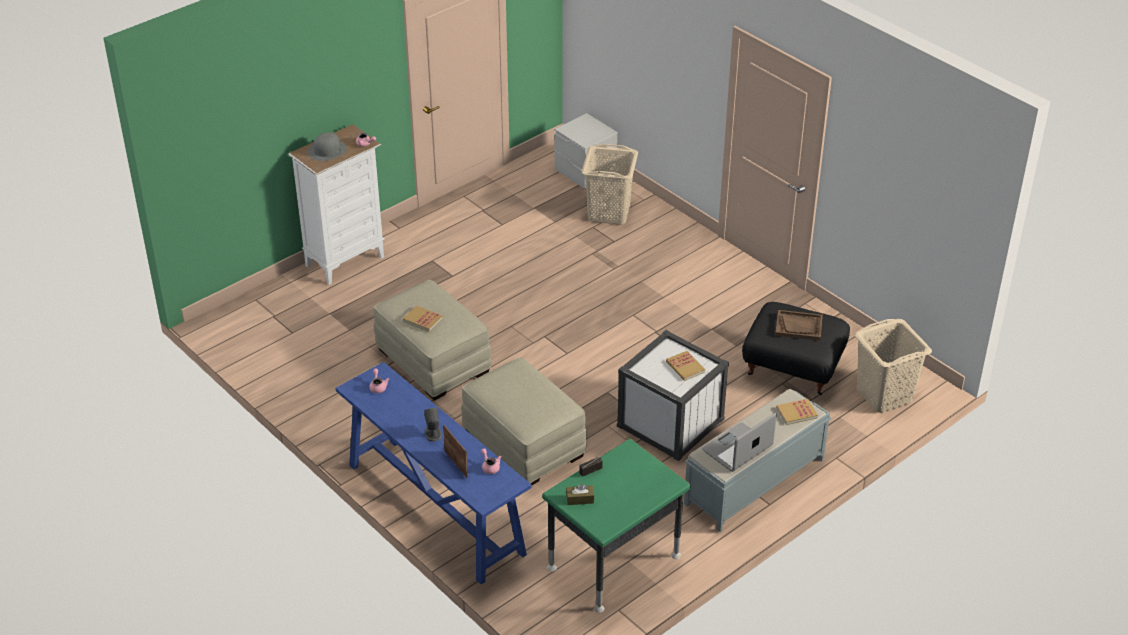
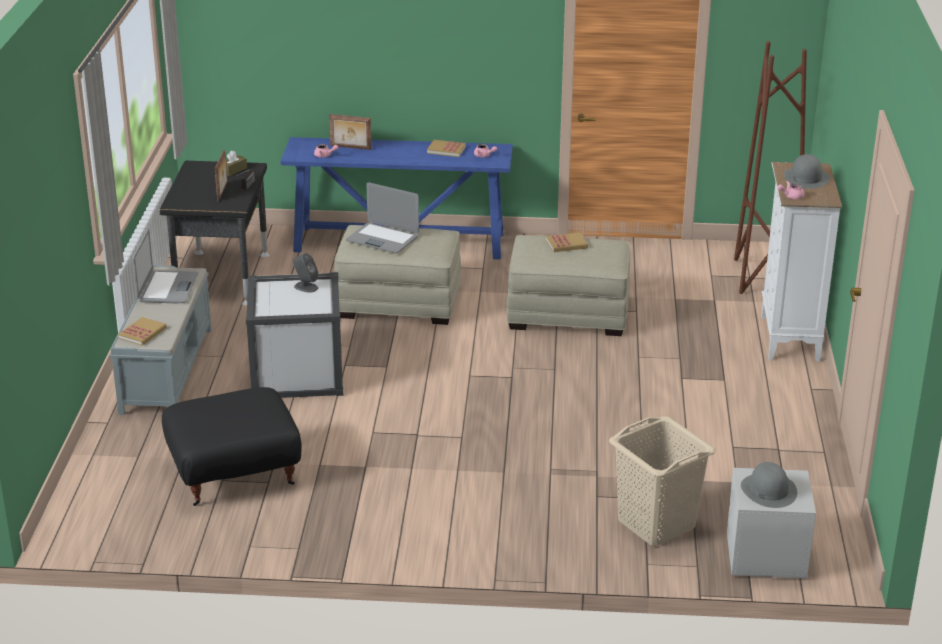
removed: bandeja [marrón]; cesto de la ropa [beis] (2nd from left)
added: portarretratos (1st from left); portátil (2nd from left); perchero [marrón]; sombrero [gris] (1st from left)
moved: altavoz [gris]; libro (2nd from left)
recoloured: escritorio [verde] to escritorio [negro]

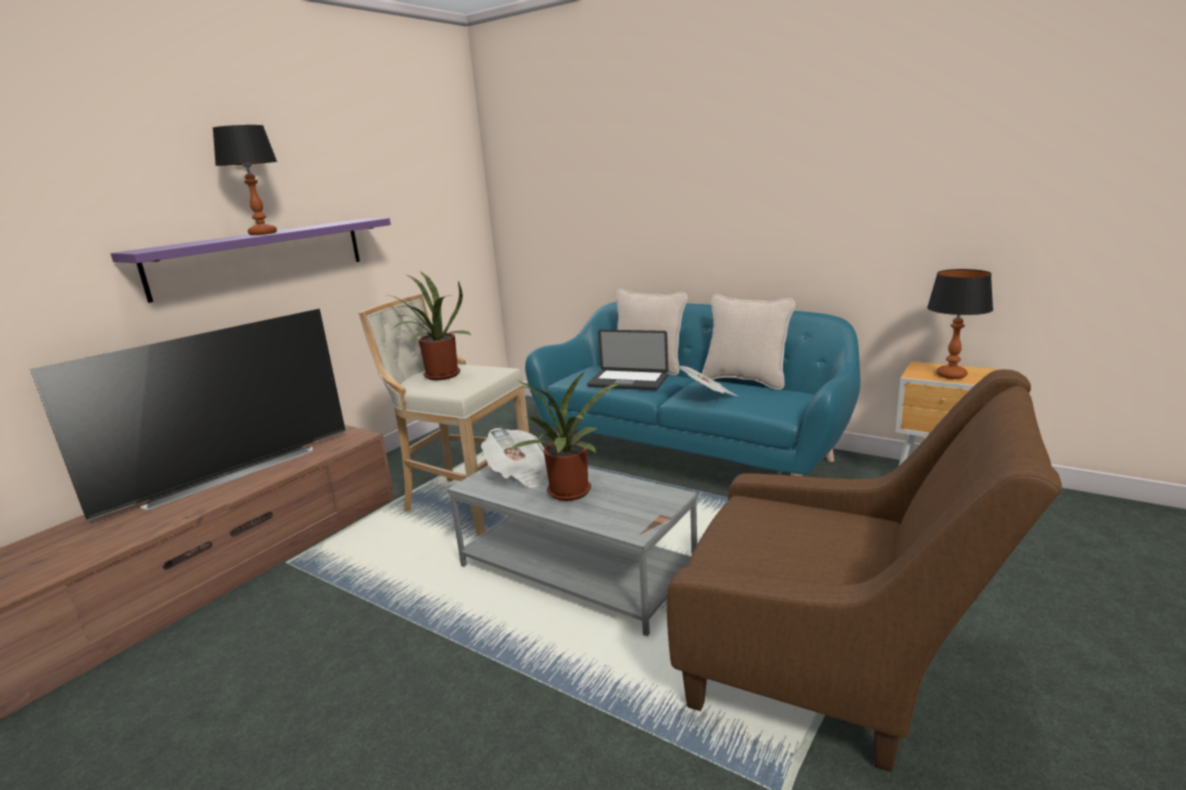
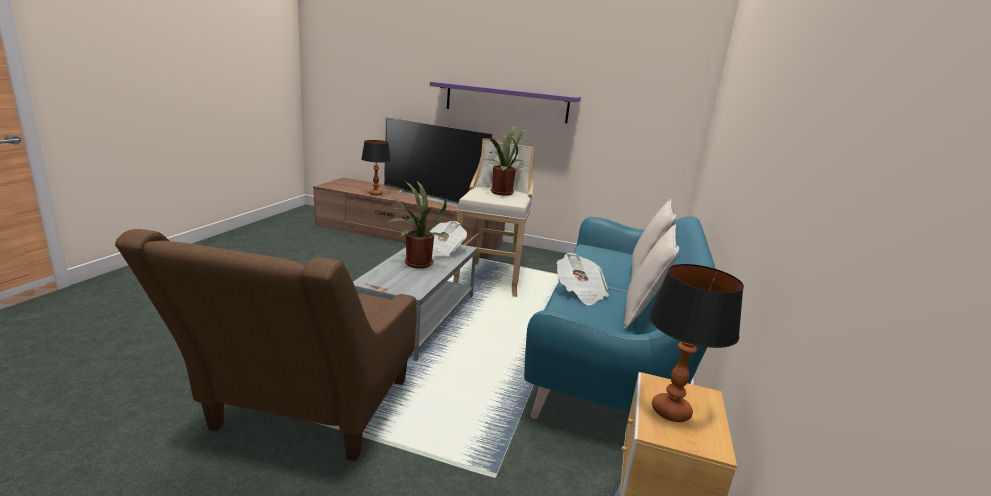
removed: portátil
moved: lámpara de mesa (1st from left)

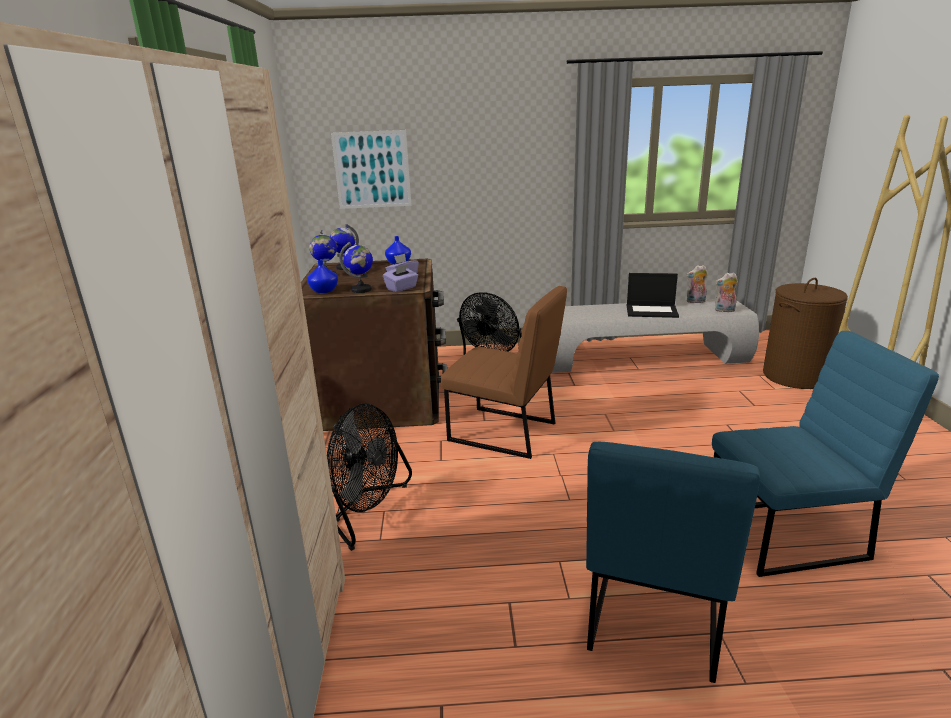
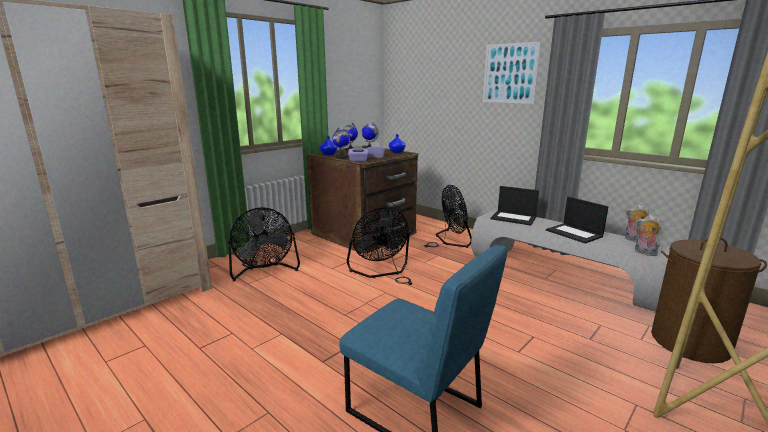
removed: silla [azul] (1st from left)
added: portátil (1st from left)
moved: cuadro
replaced: silla [marrón] to ventilador [negro] (2nd from left)

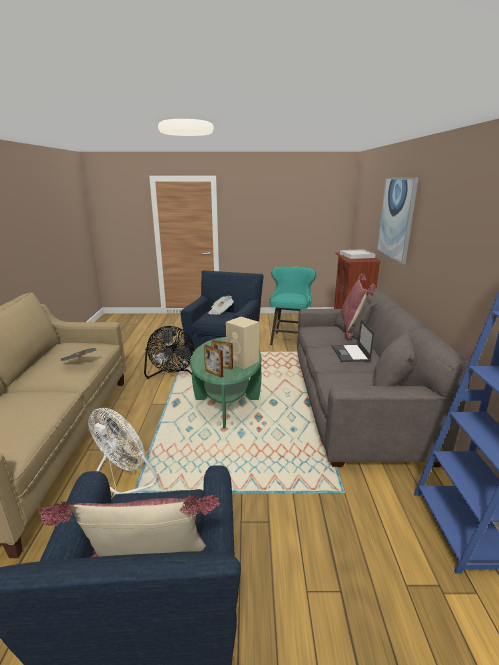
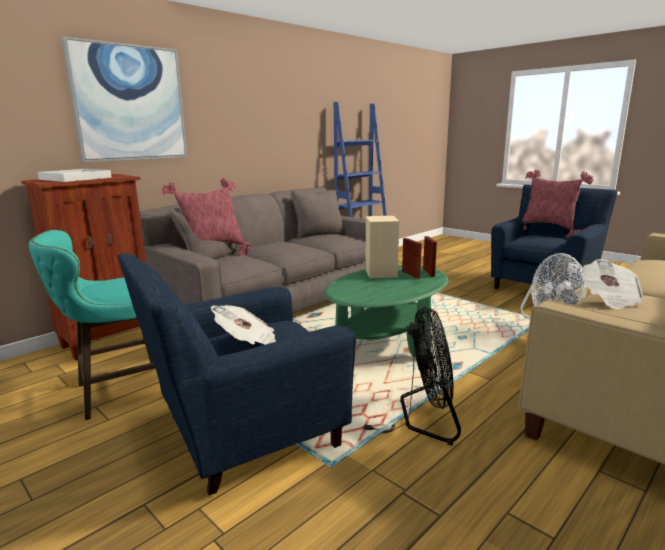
removed: portátil
turned: ventilador [negro] 45 degrees clockwise

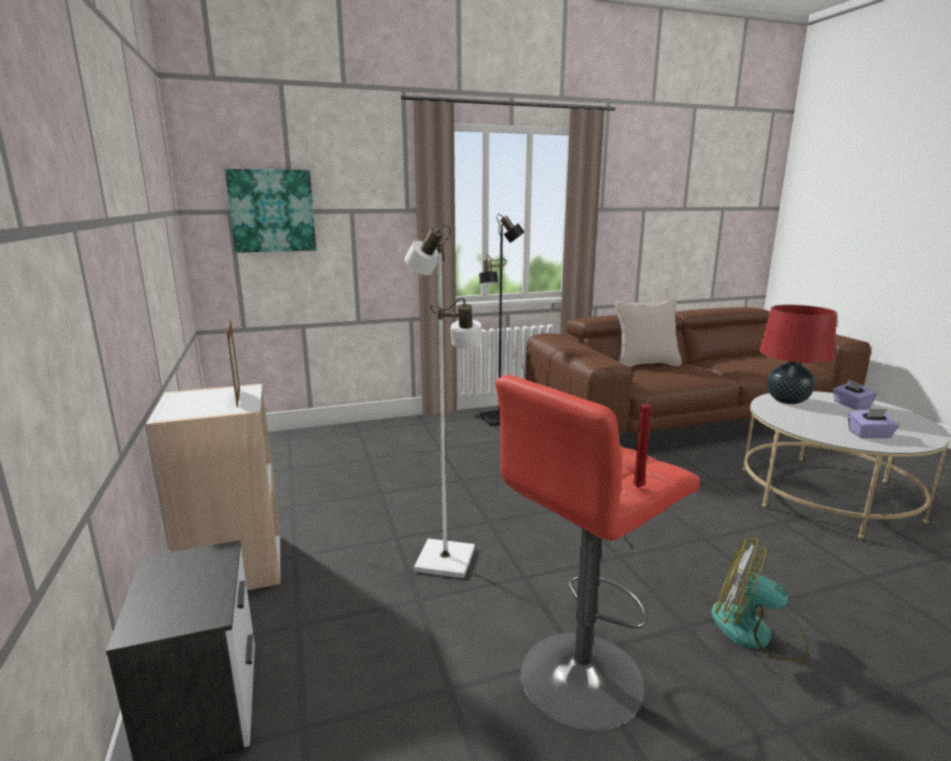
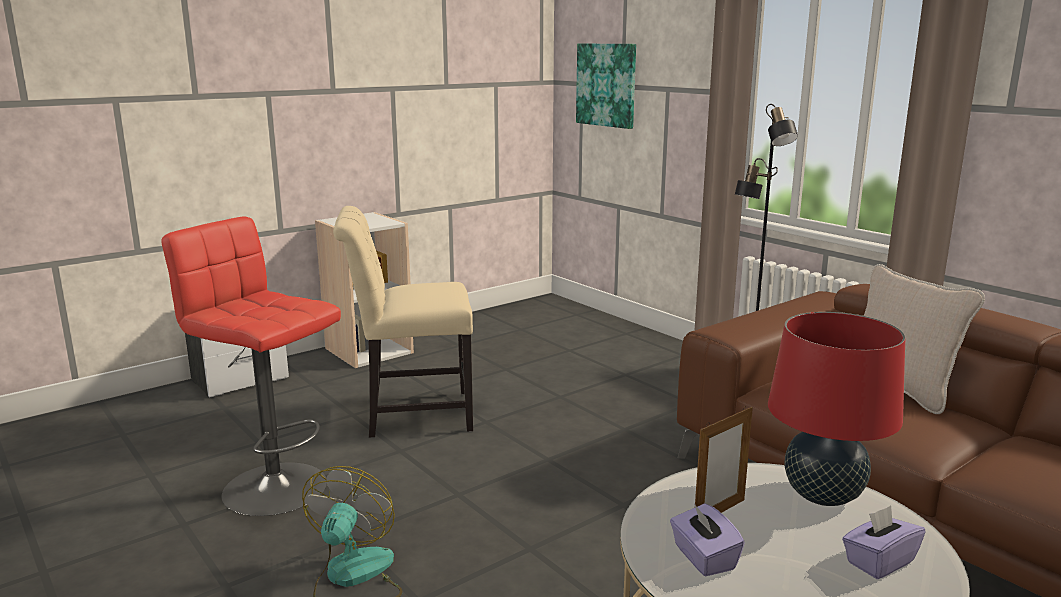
removed: vela [rojo]
moved: portarretratos
replaced: lámpara de pie [blanco] to silla [beis]

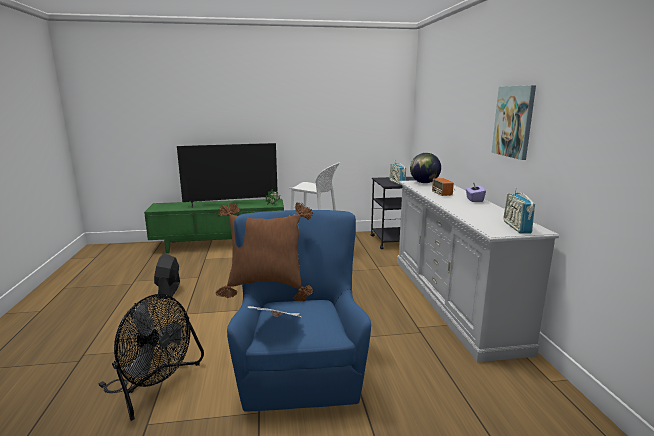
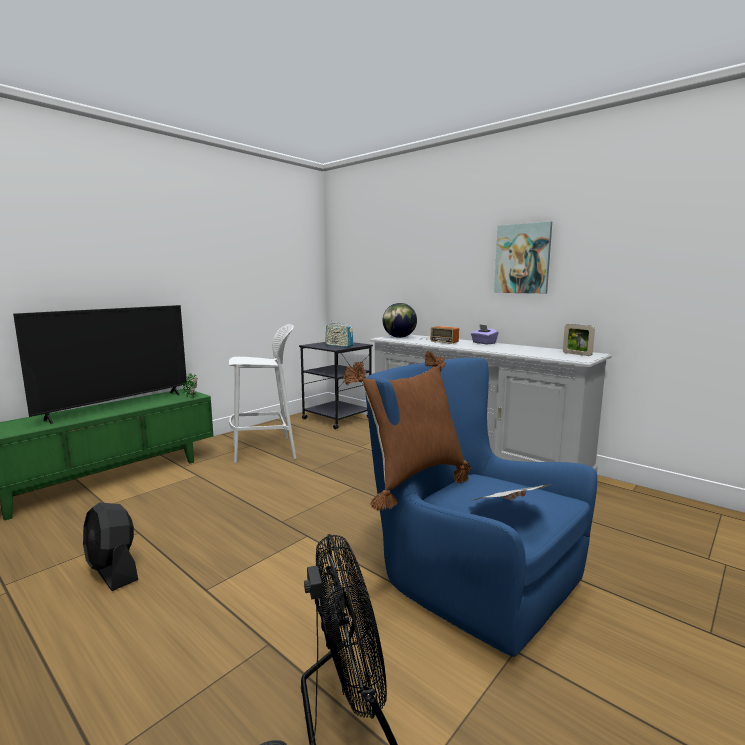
replaced: radio (3rd from left) to portarretratos

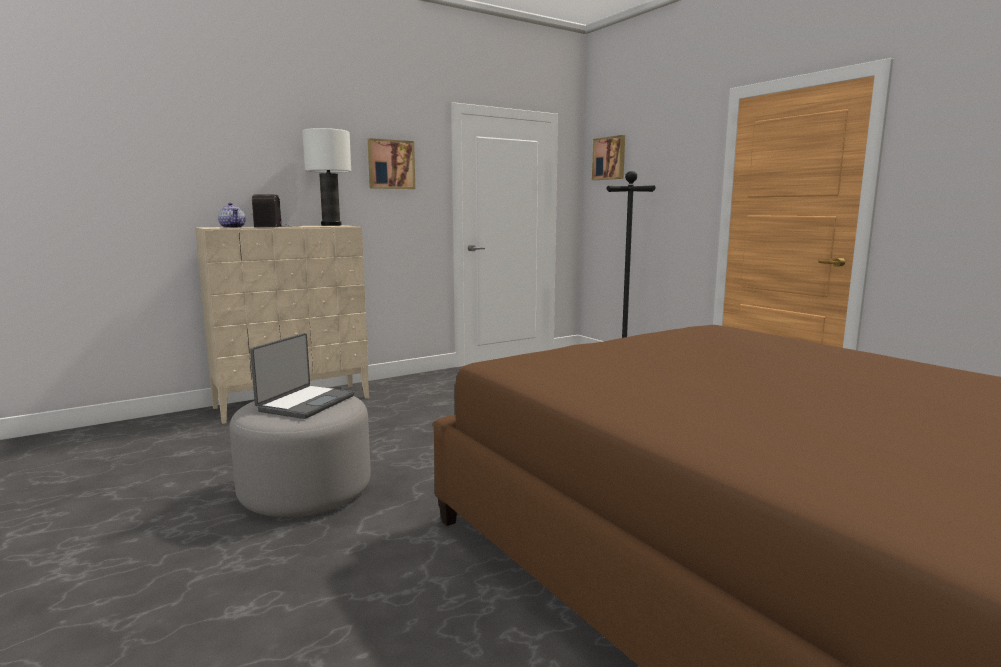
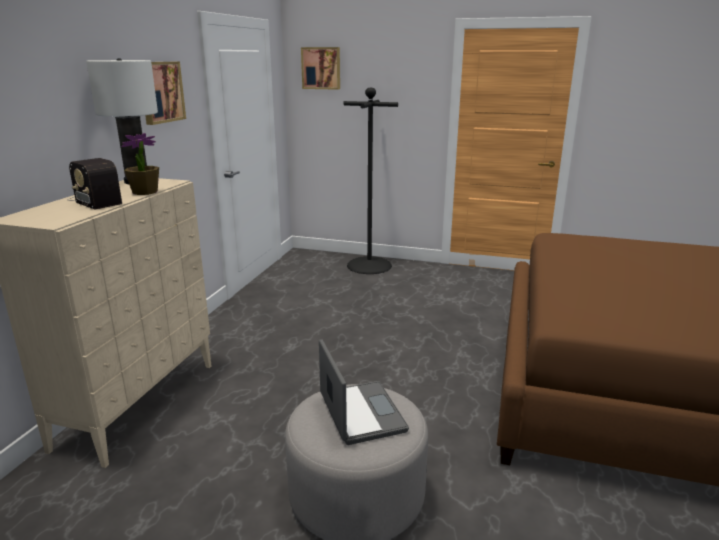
removed: tetera
added: planta en maceta

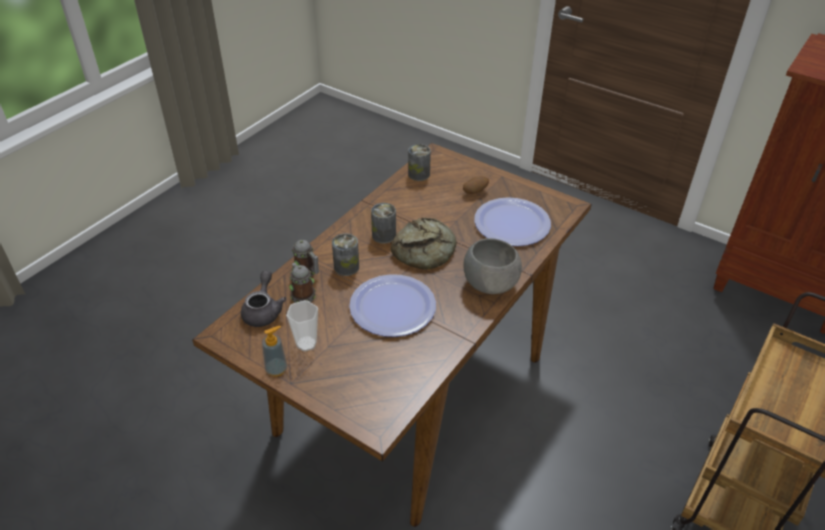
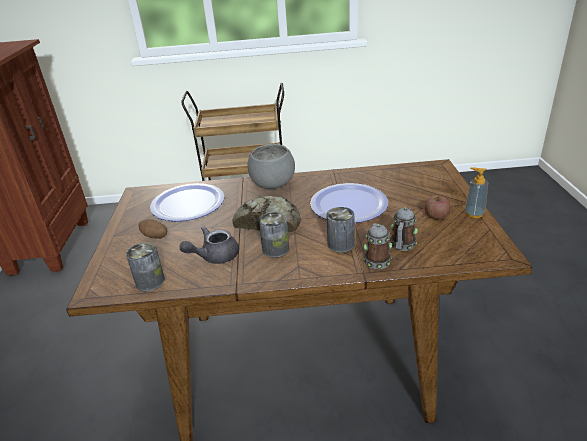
moved: tetera [gris]
replaced: taza to manzana

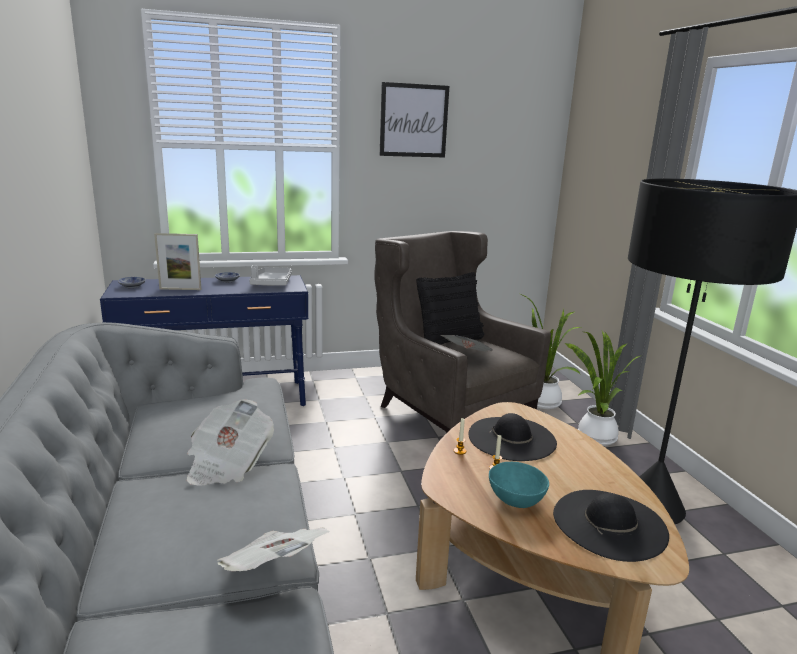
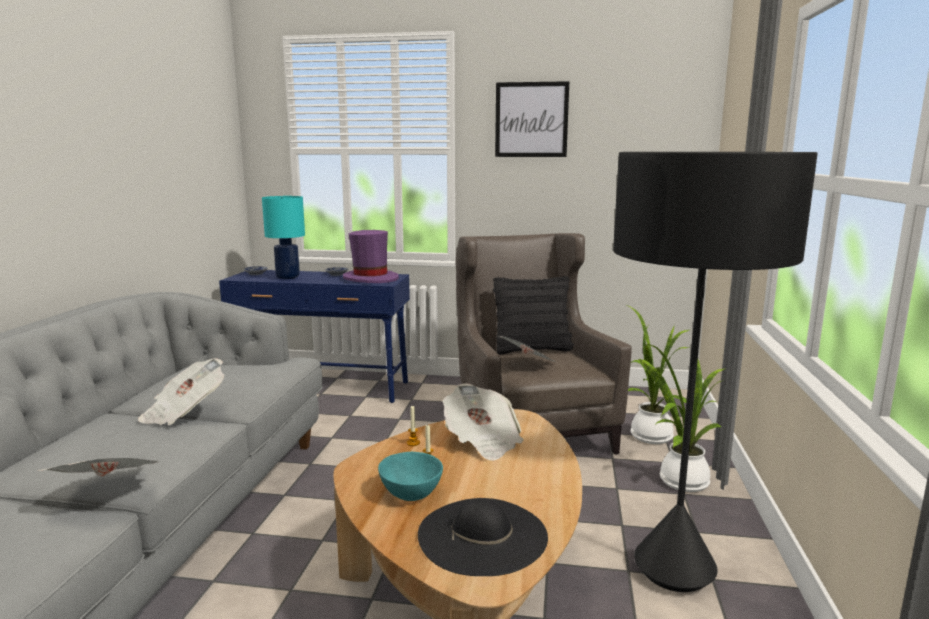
replaced: portarretratos to lámpara de mesa [turquesa]; bandeja [gris] to sombrero [morado]; sombrero [negro] (1st from left) to periódico (3rd from left)

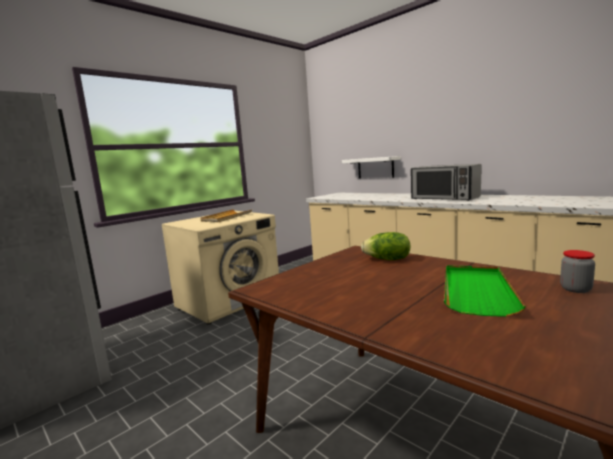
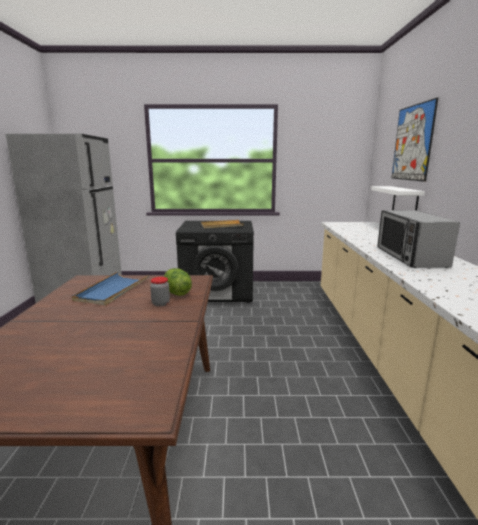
removed: bandeja [verde]
added: bandeja [azul]; cuadro
moved: tarro
recoloured: lavadora [beis] to lavadora [negro]

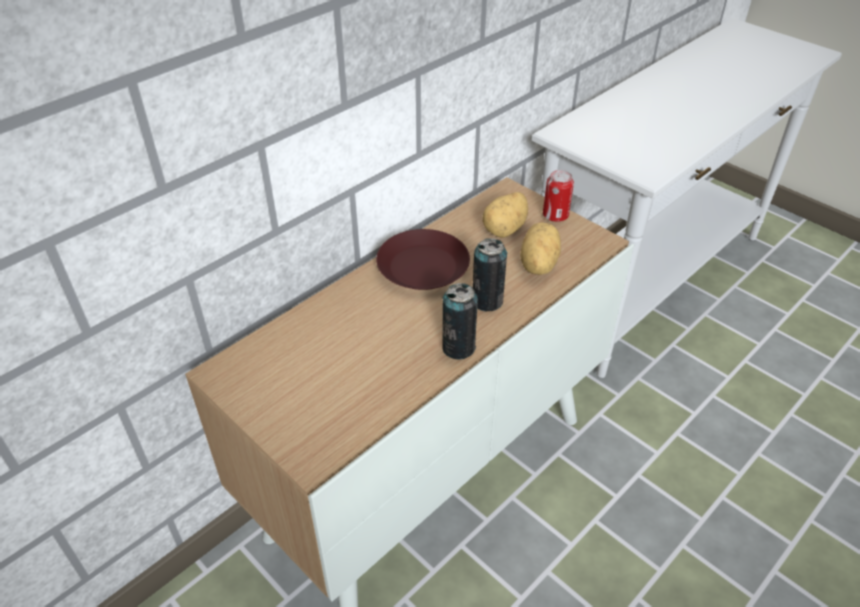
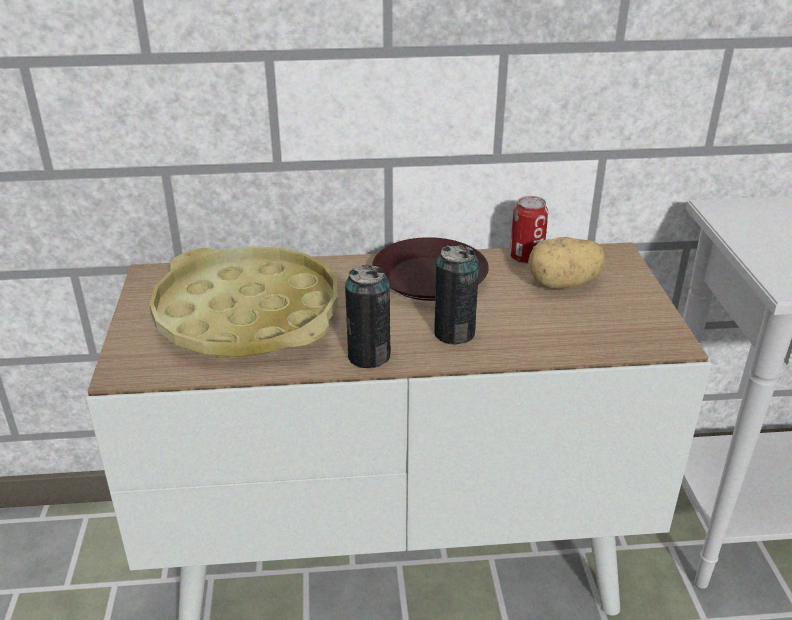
removed: patata (2nd from left)
added: bandeja [amarillo]
moved: lata (3rd from left)

